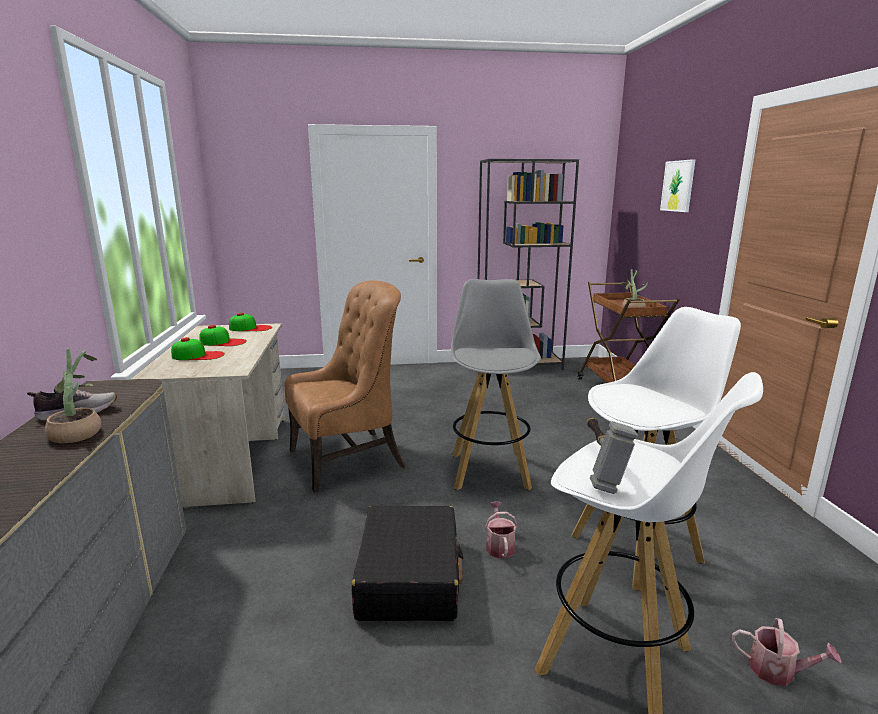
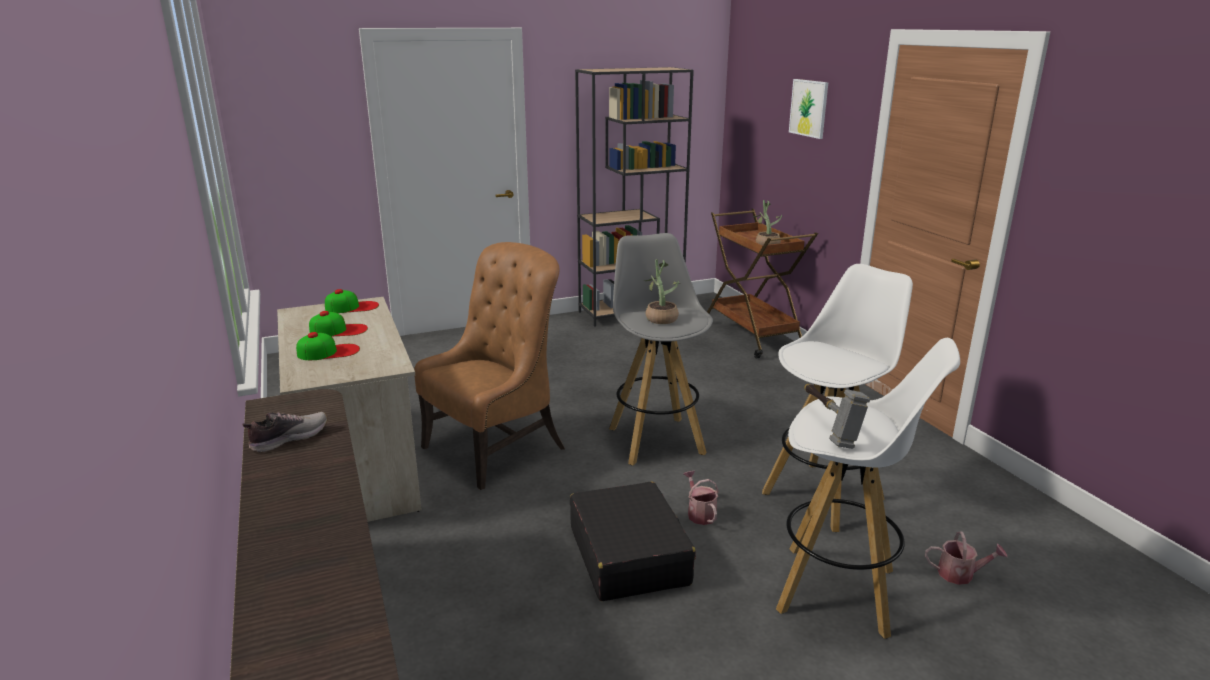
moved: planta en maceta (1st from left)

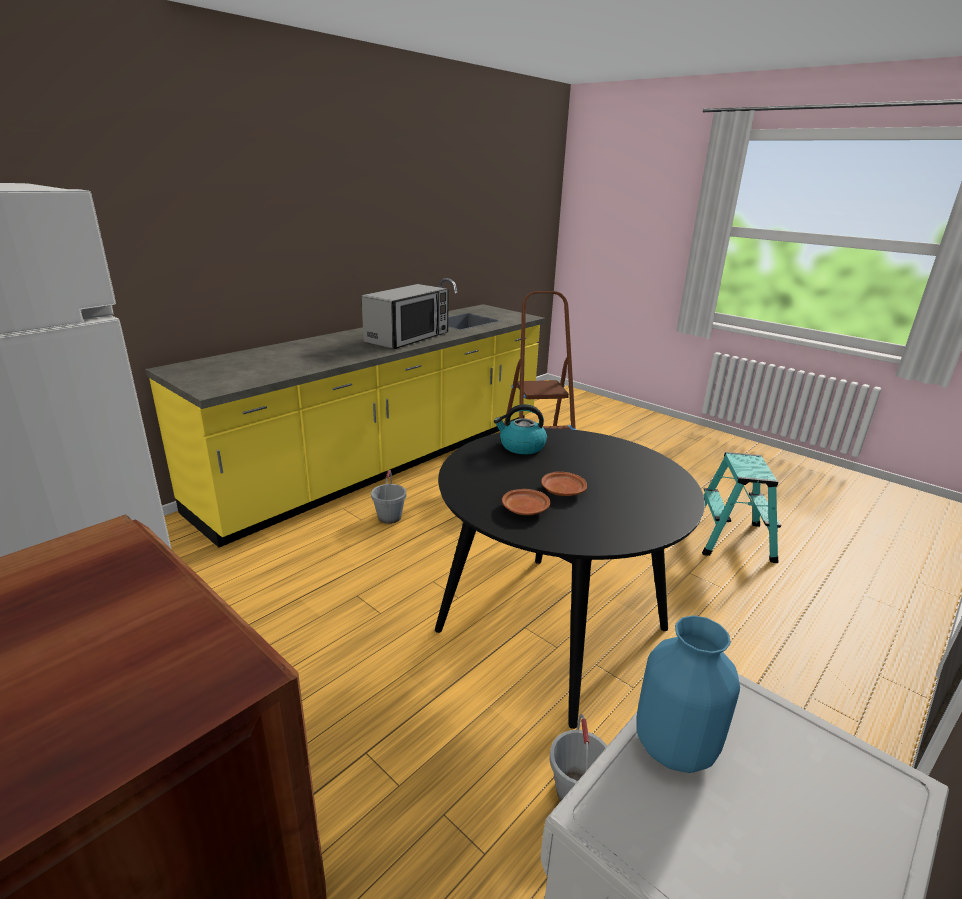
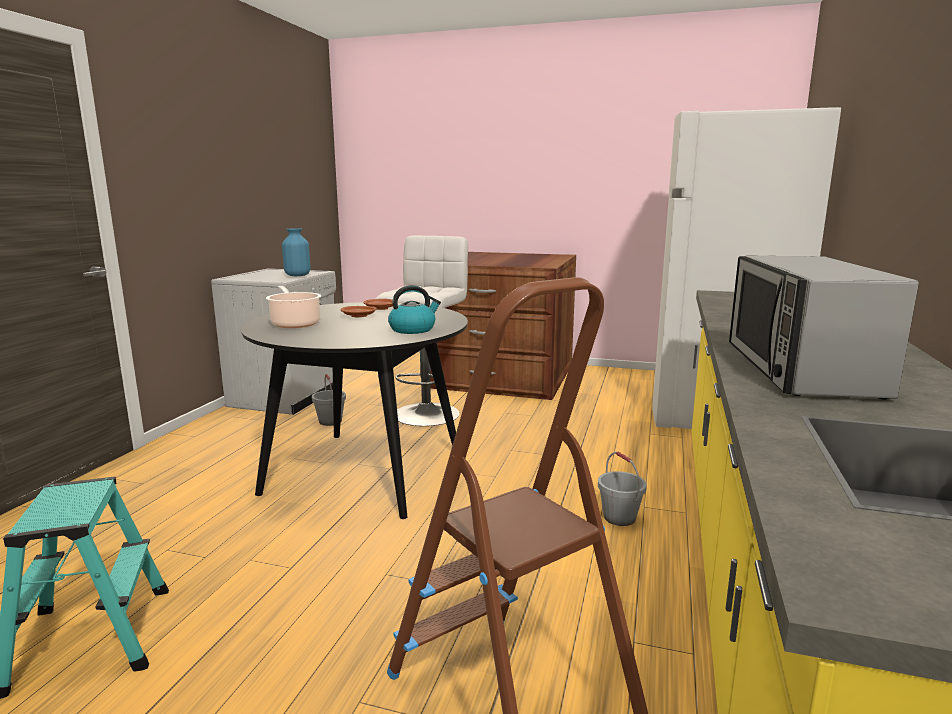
added: olla; taburete [blanco]

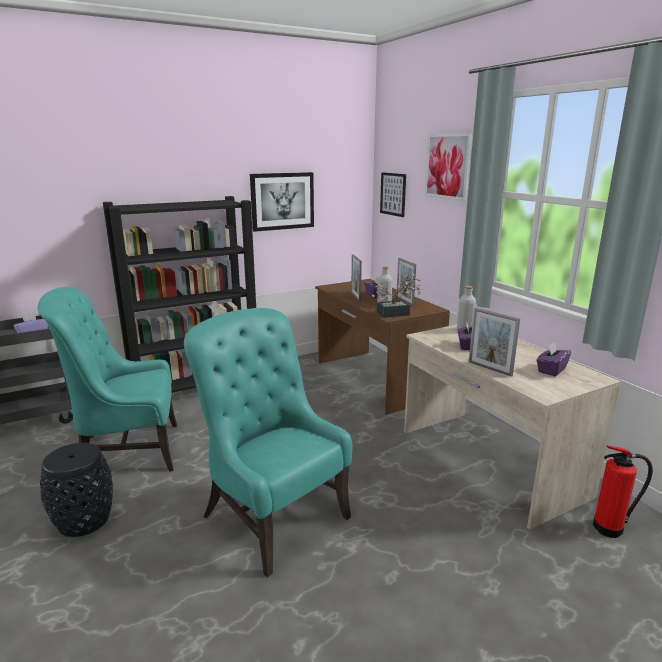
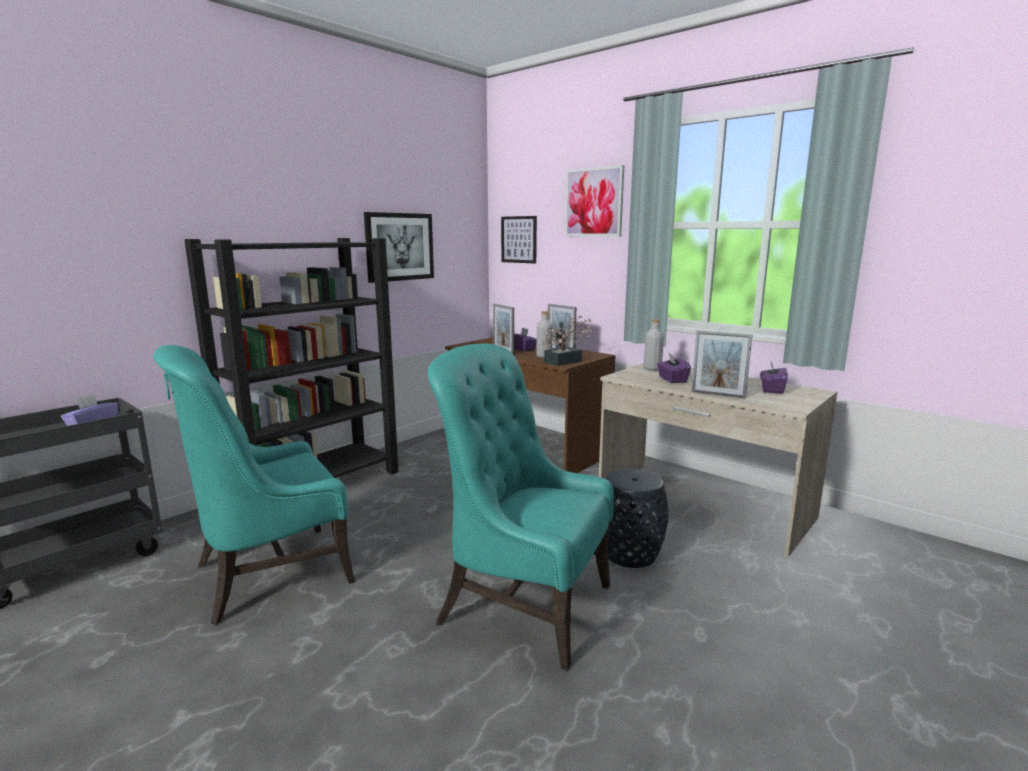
removed: extintor
moved: taburete [negro]

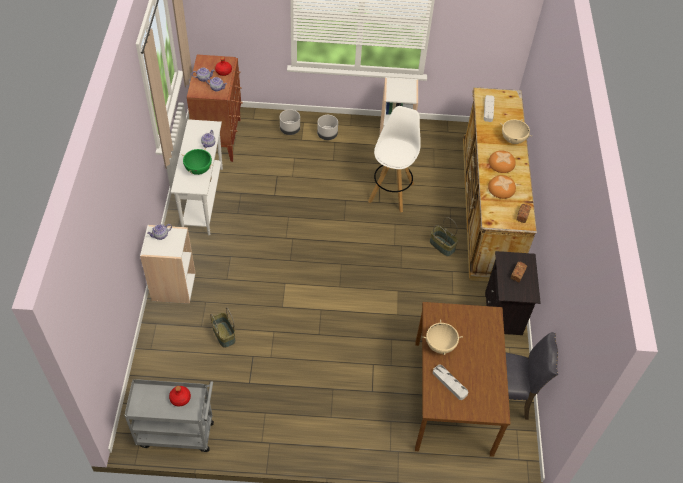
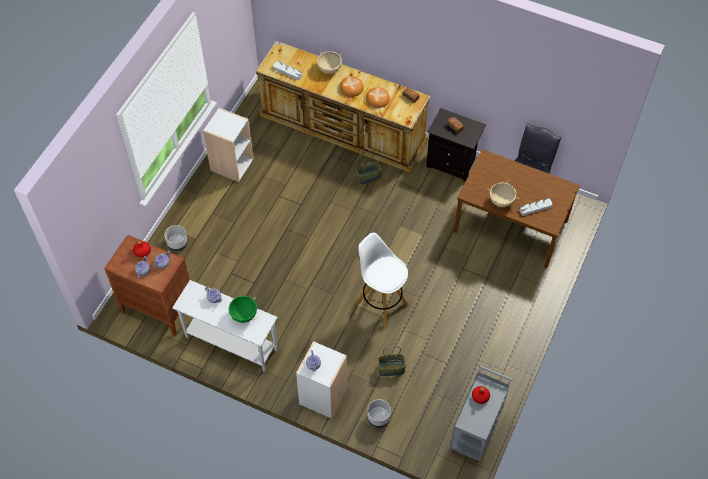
moved: taburete [blanco]; maceta [gris] (2nd from left)

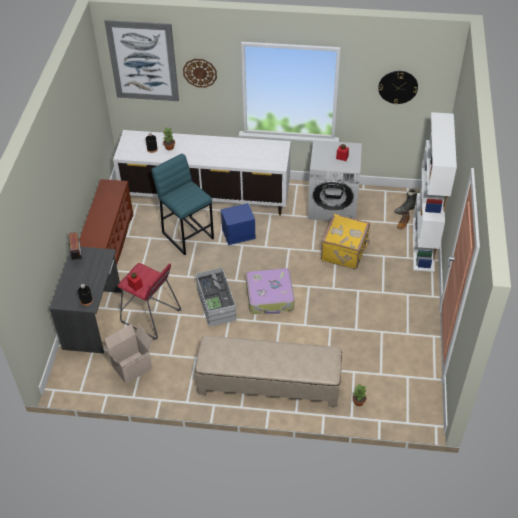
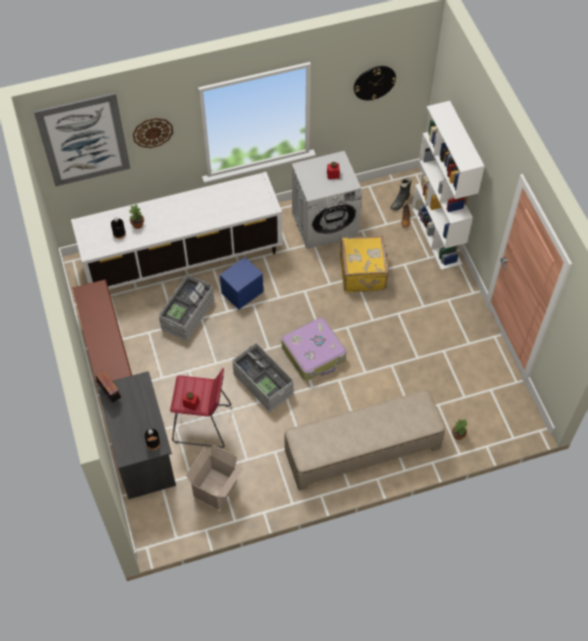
replaced: taburete [turquesa] to caja de almacenaje [gris] (1st from left)

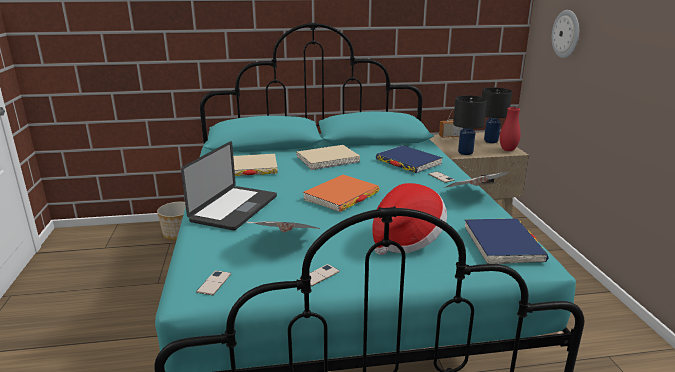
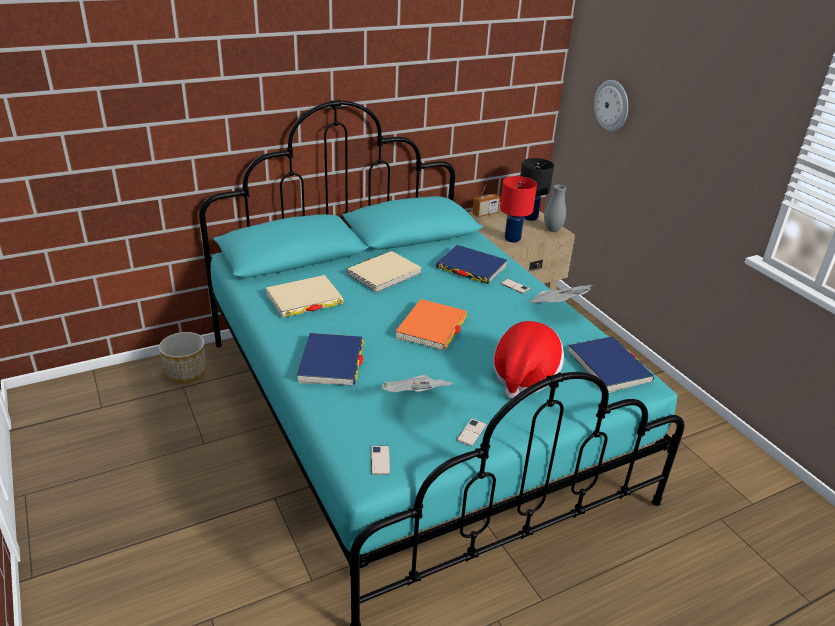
replaced: portátil to libro [azul] (1st from left)
recoloured: lámpara de mesa [negro] (1st from left) to lámpara de mesa [rojo]; florero [rojo] to florero [gris]

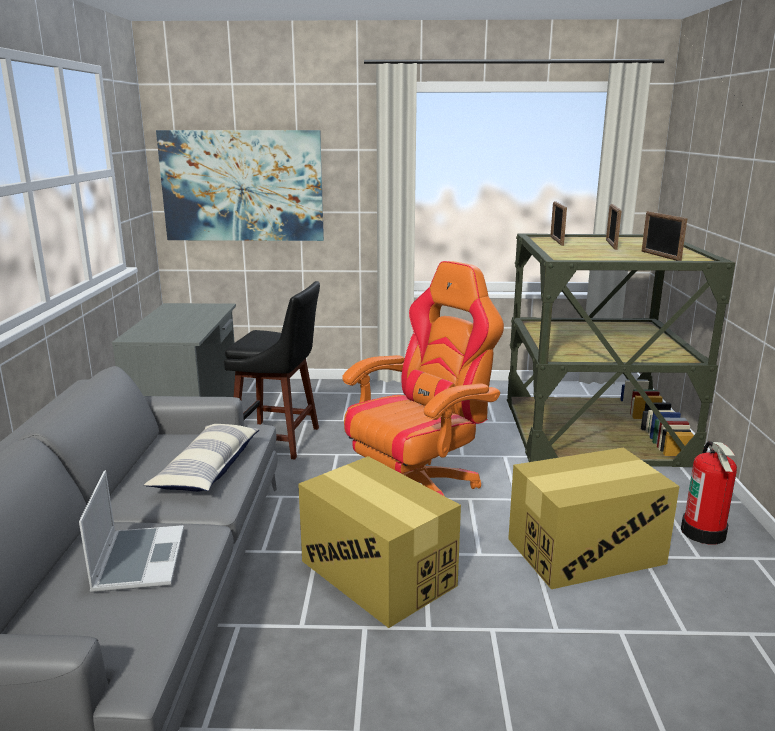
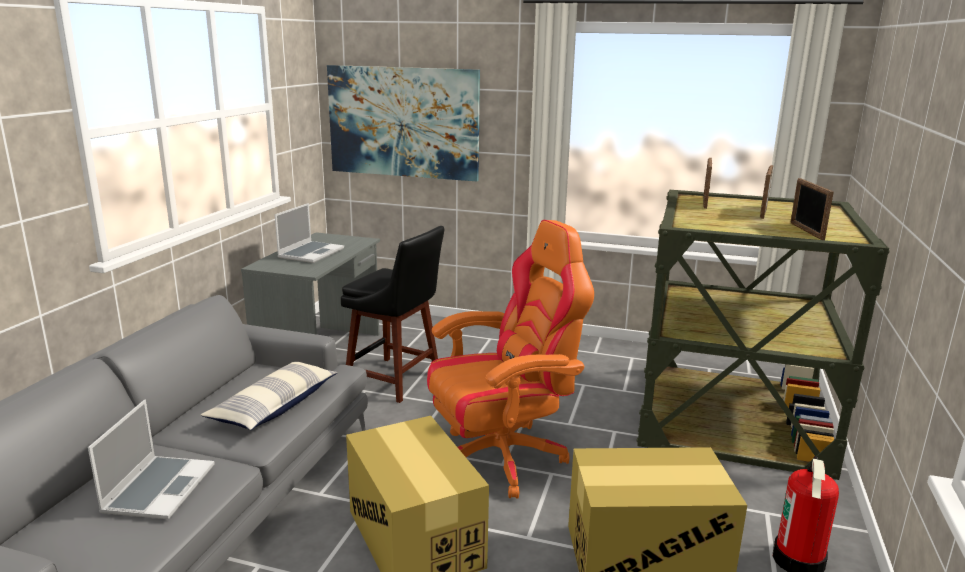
added: portátil (2nd from left)

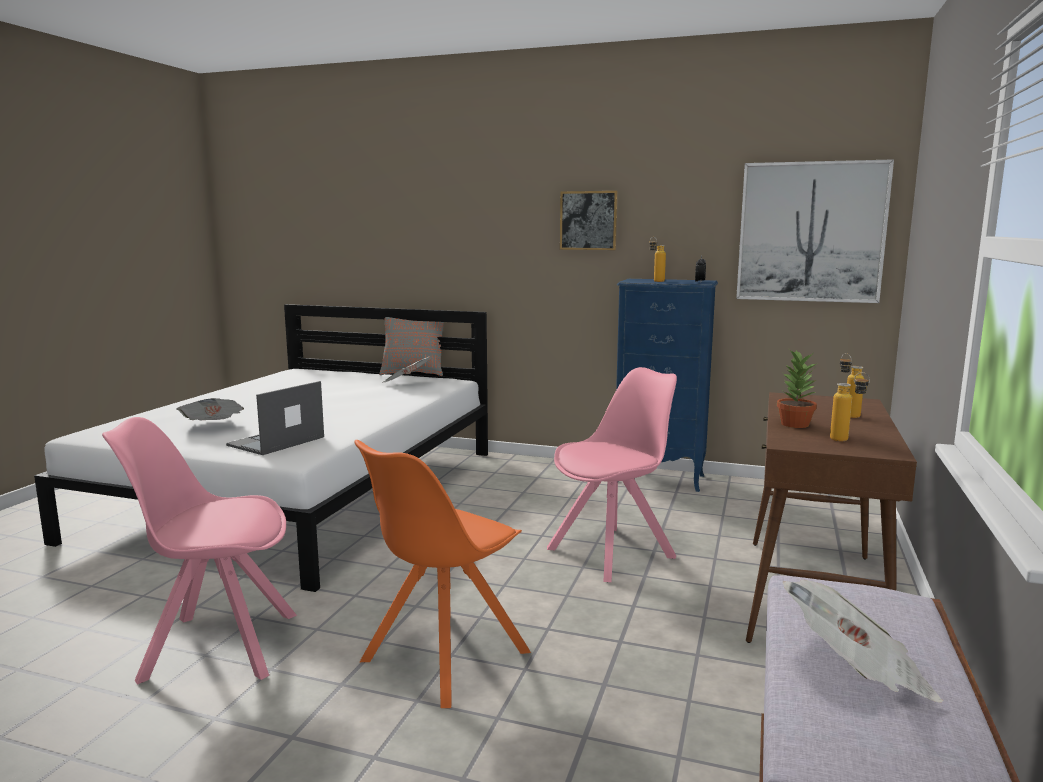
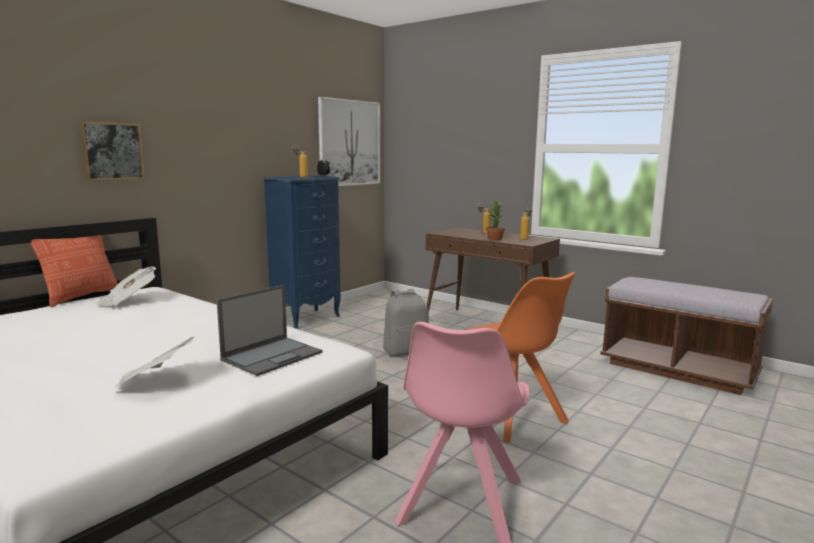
removed: periódico (3rd from left)
moved: cuadro (1st from left)
replaced: silla [rosa] (2nd from left) to mochila [gris]
recoloured: cojín [gris] to cojín [naranja]
turned: portátil 105 degrees counterclockwise

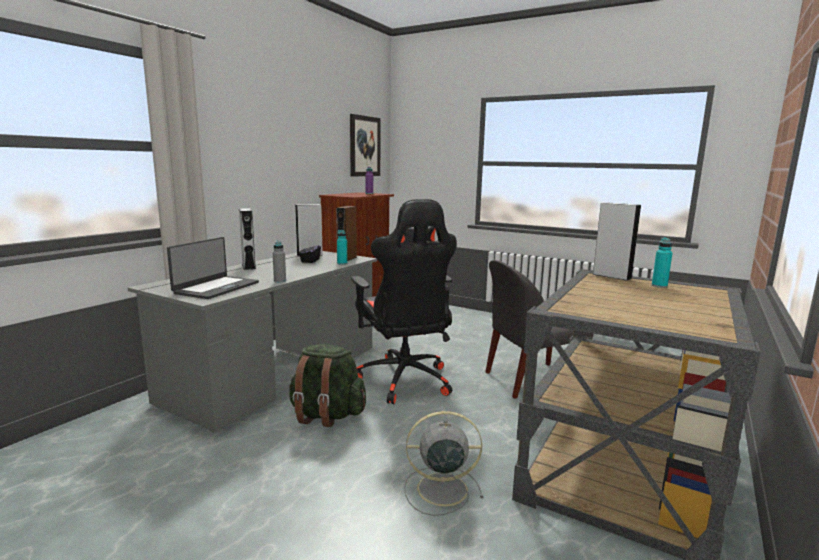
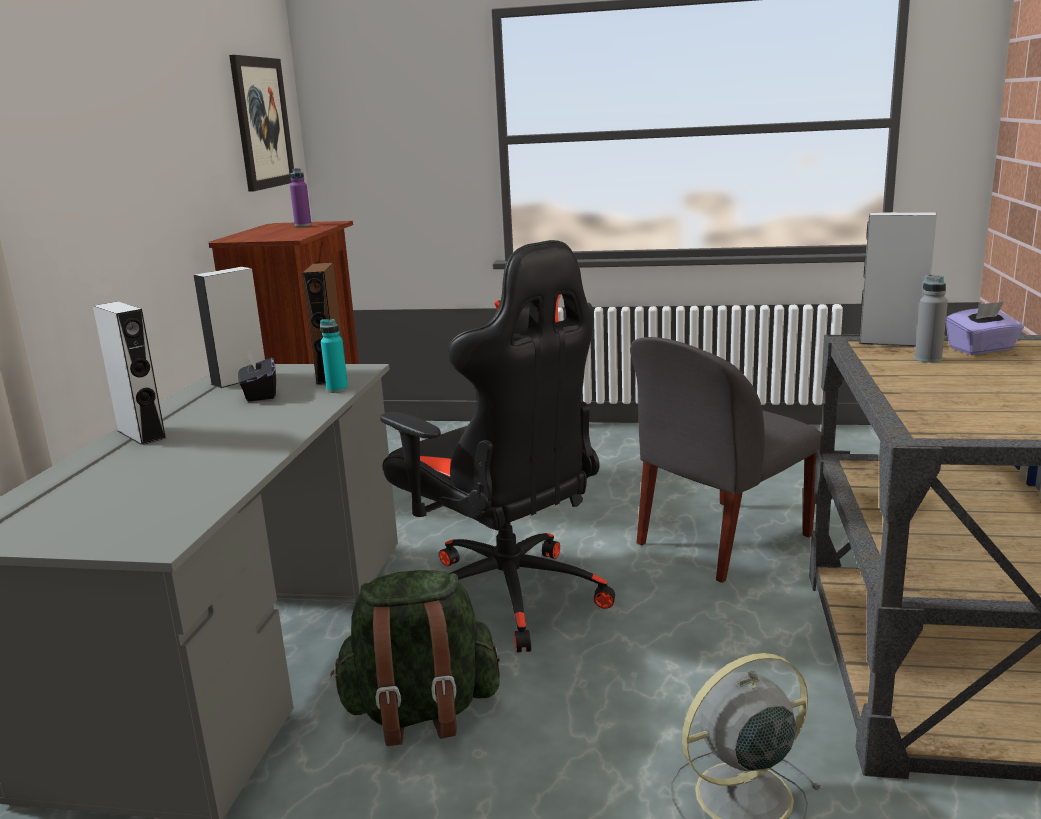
removed: portátil
moved: botella [gris]
replaced: botella [turquesa] (2nd from left) to caja de pañuelos [morado]

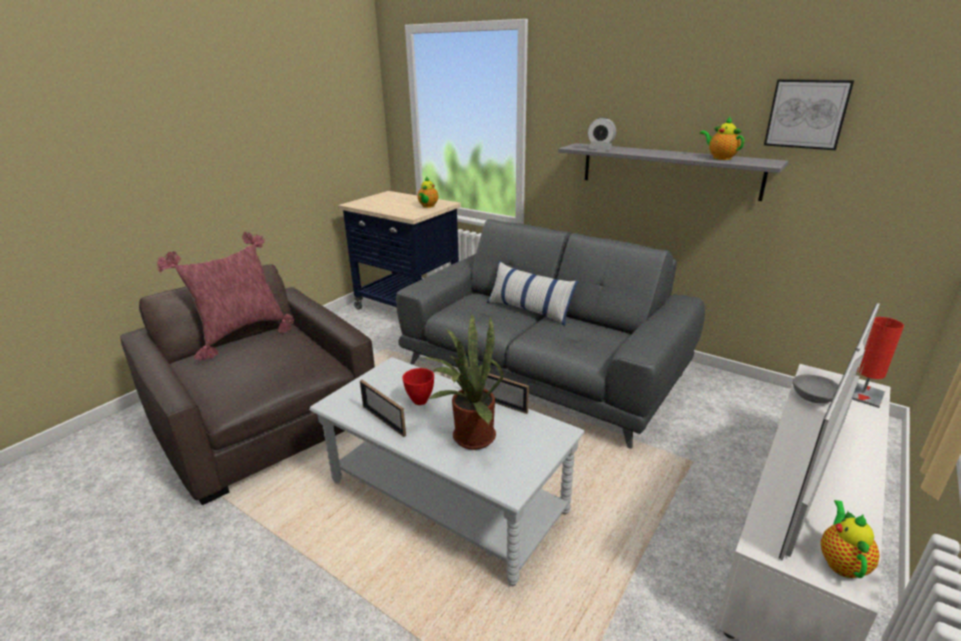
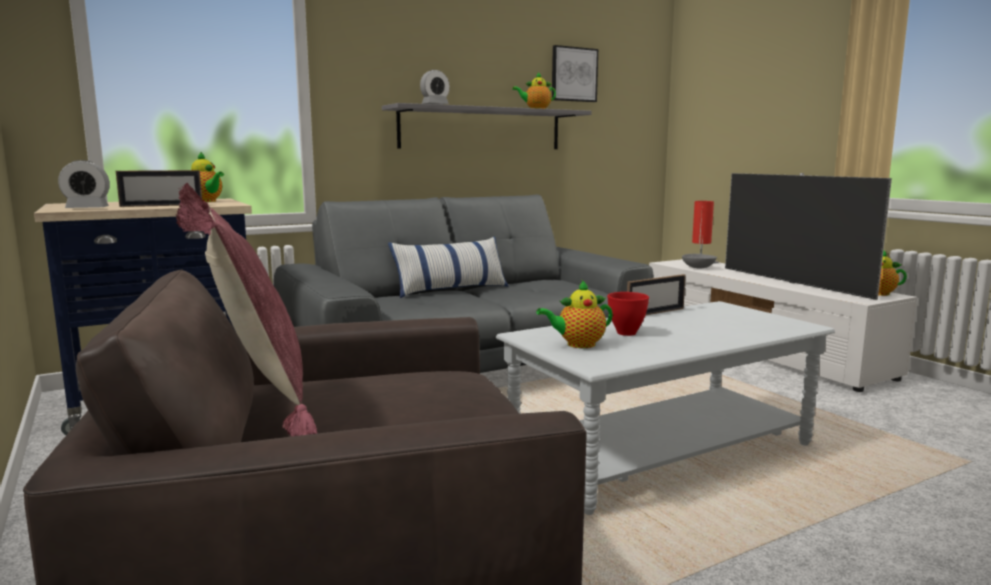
removed: planta en maceta
added: despertador (1st from left); tetera (3rd from left)
moved: portarretratos (1st from left)

